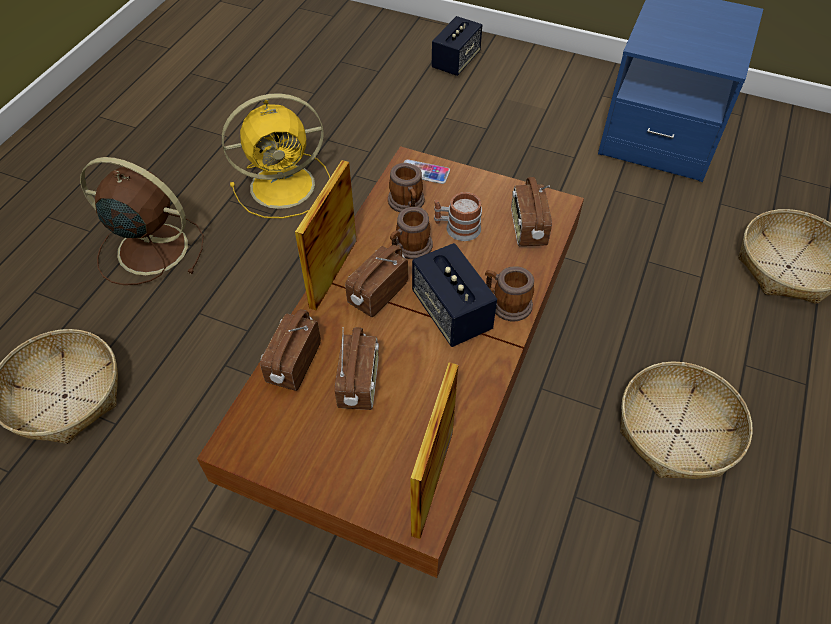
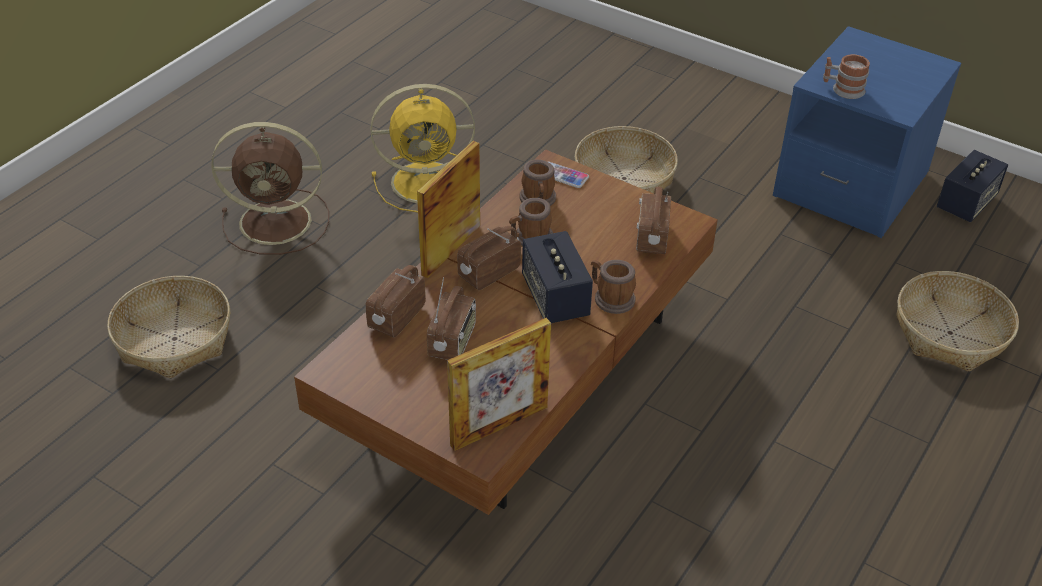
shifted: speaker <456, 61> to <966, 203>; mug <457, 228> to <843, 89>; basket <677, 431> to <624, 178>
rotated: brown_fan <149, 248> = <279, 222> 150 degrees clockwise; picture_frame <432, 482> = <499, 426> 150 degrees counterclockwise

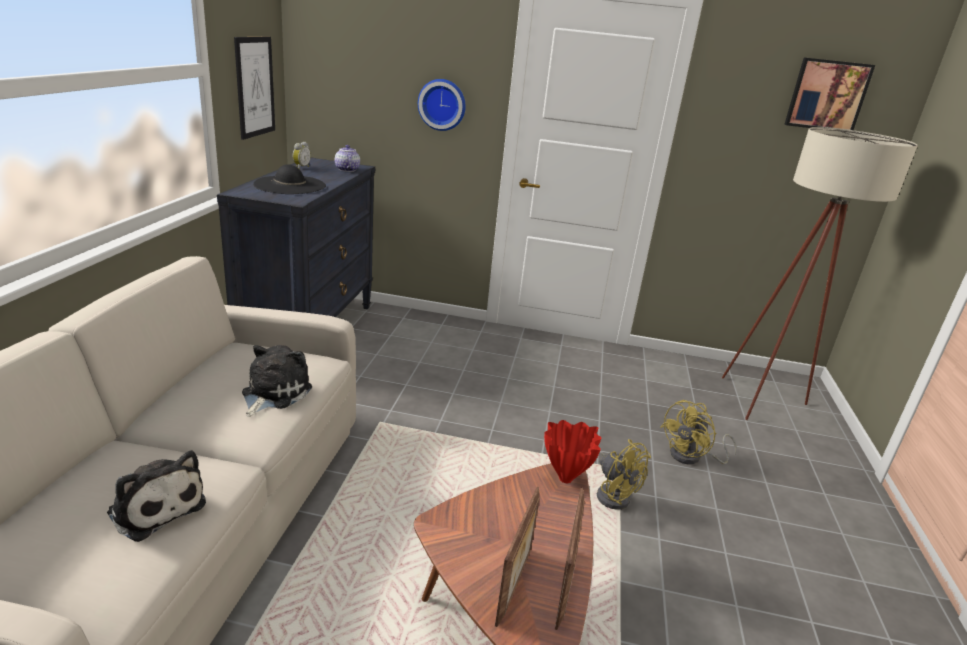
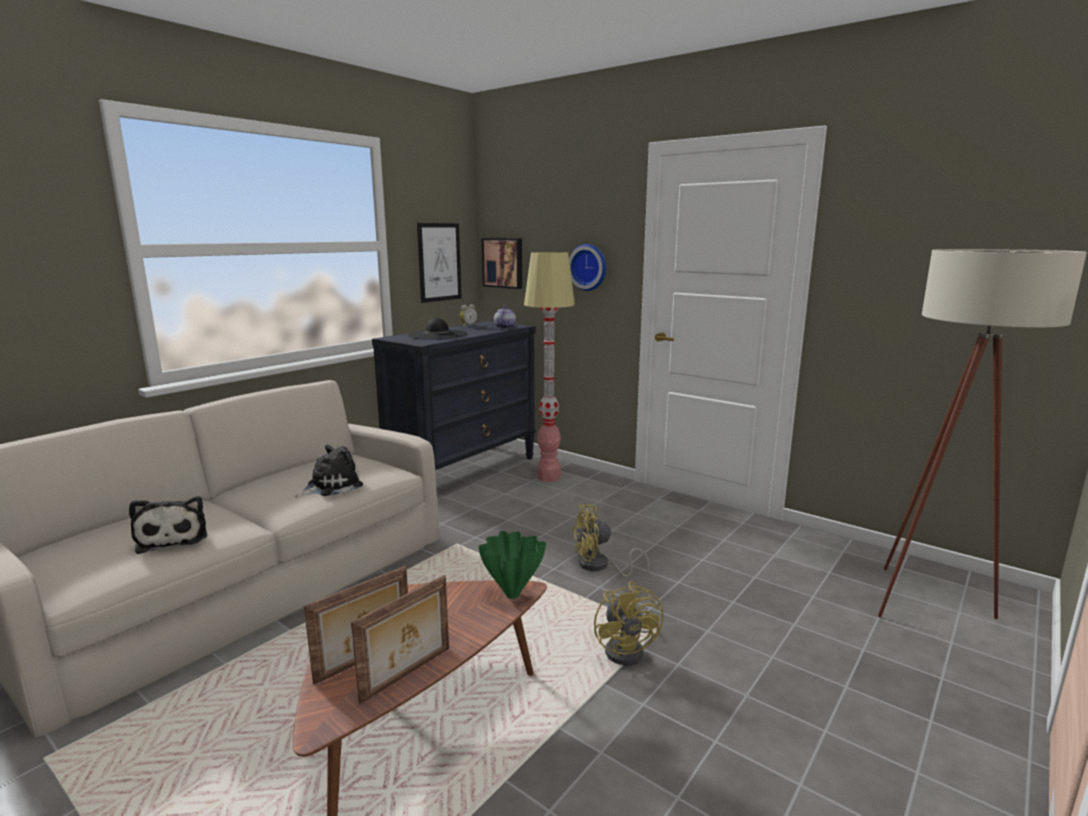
new: floor_lamp <548, 477>
shifted: yellow_fan <692, 457> to <599, 566>; picture <827, 95> to <503, 263>
repainted: red_vase <564, 479> to green_vase <511, 595>

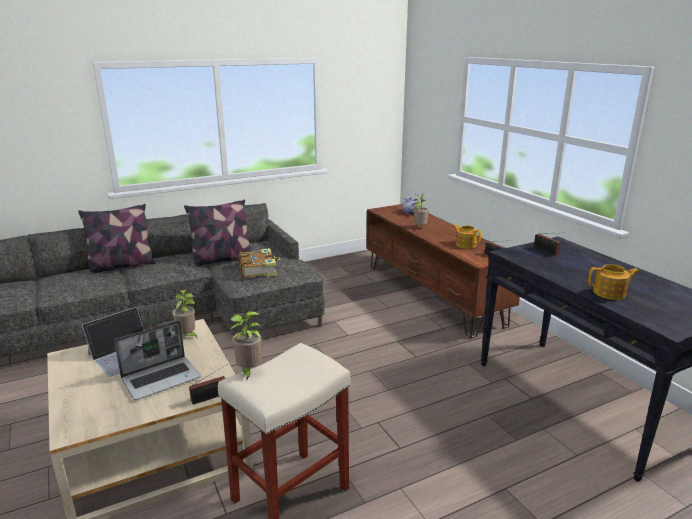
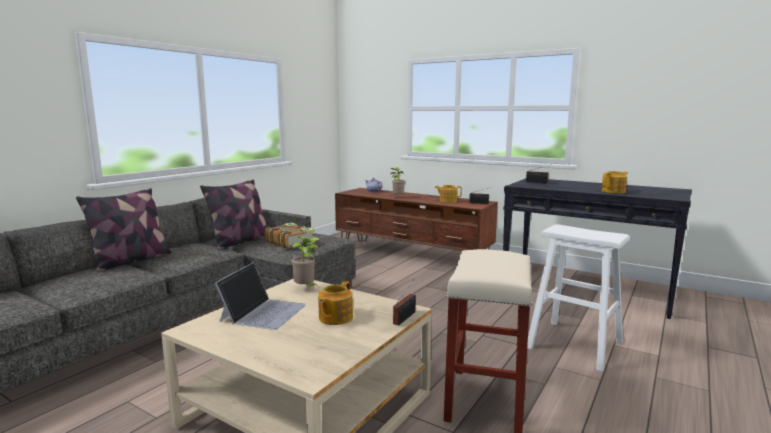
gone: potted_plant <248, 371>
new: white_stool <575, 344>
swapped: laptop <162, 378> to teapot <335, 318>

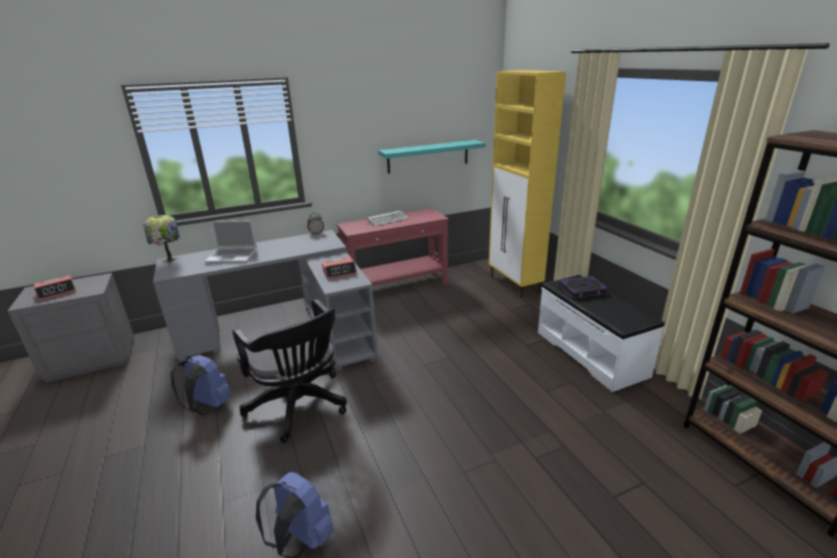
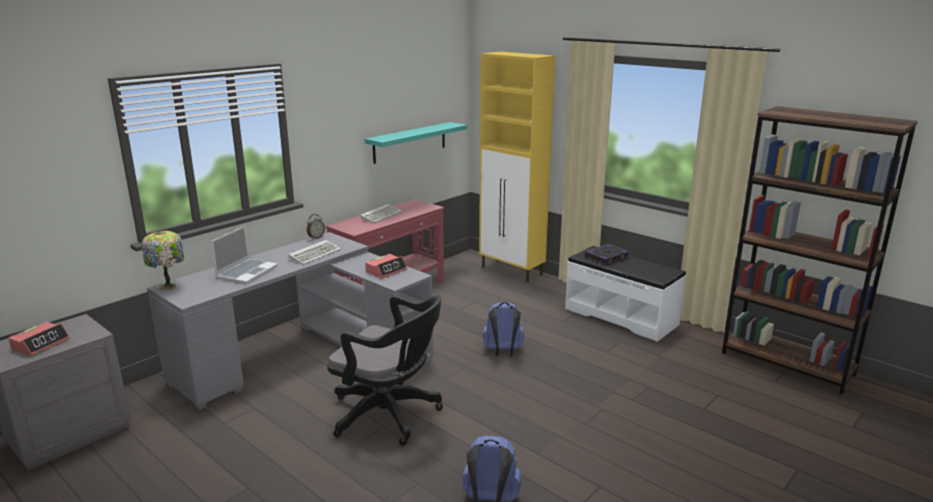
new: keyboard <315, 254>
shifted: blue_backpack <208, 406> to <503, 352>
rotated: laptop <233, 256> = <247, 272> 45 degrees counterclockwise

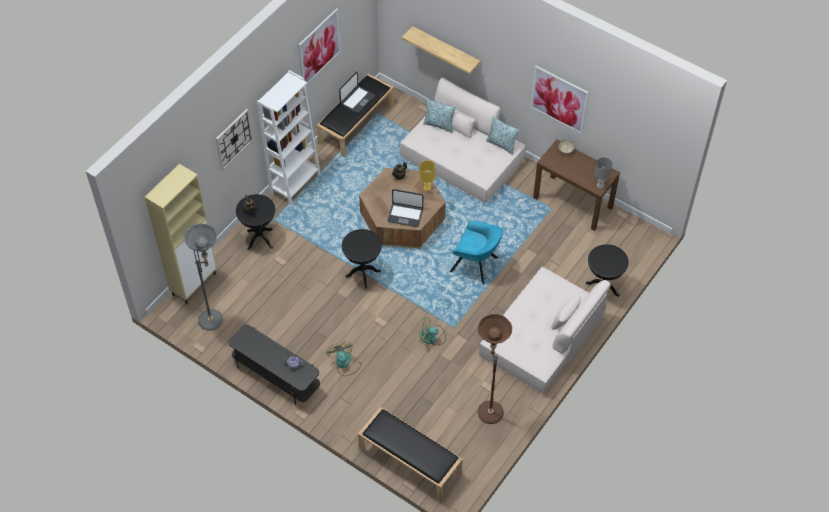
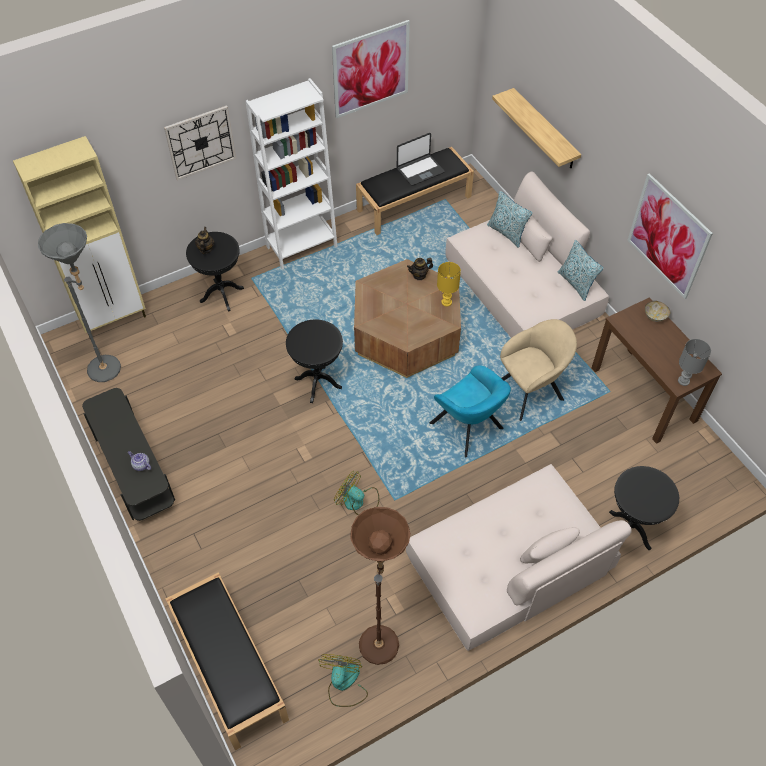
gone: laptop <405, 215>
new: beige_armchair <531, 390>
shifted: fan <344, 364> to <344, 684>

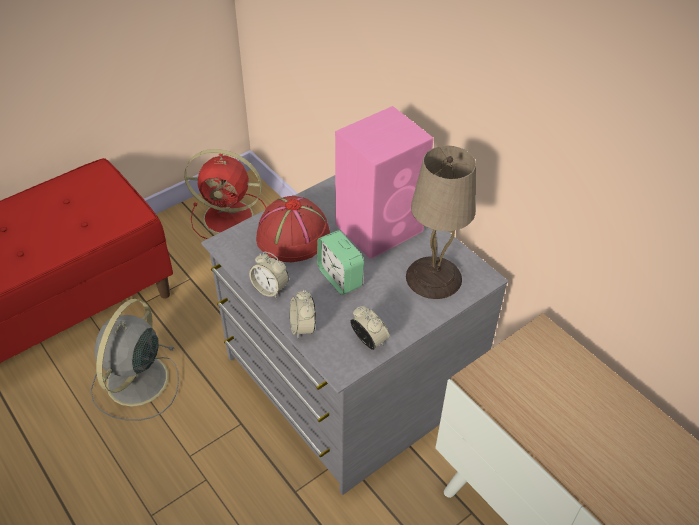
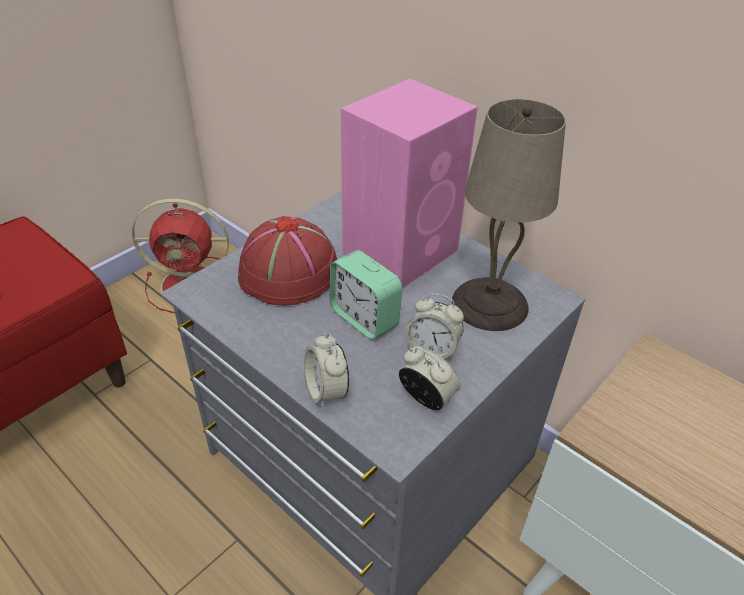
gone: grey_fan <136, 382>
shifted: alarm_clock <270, 288> to <432, 349>

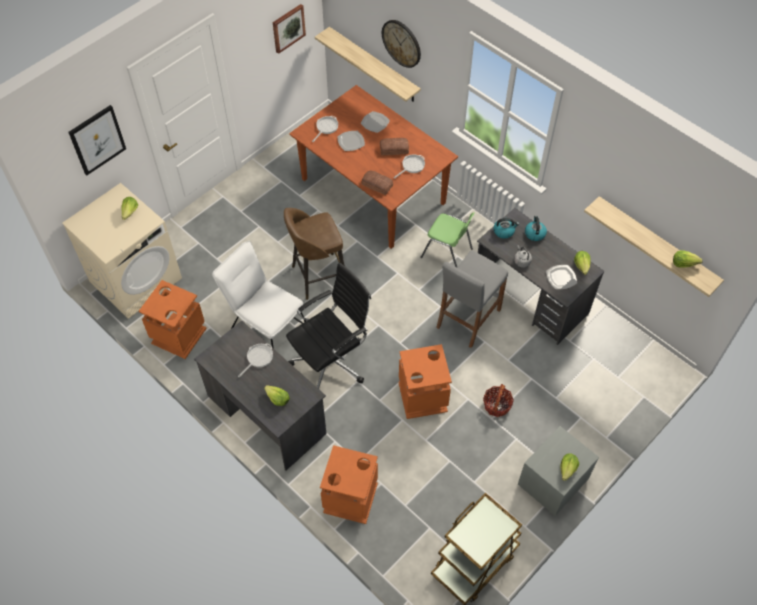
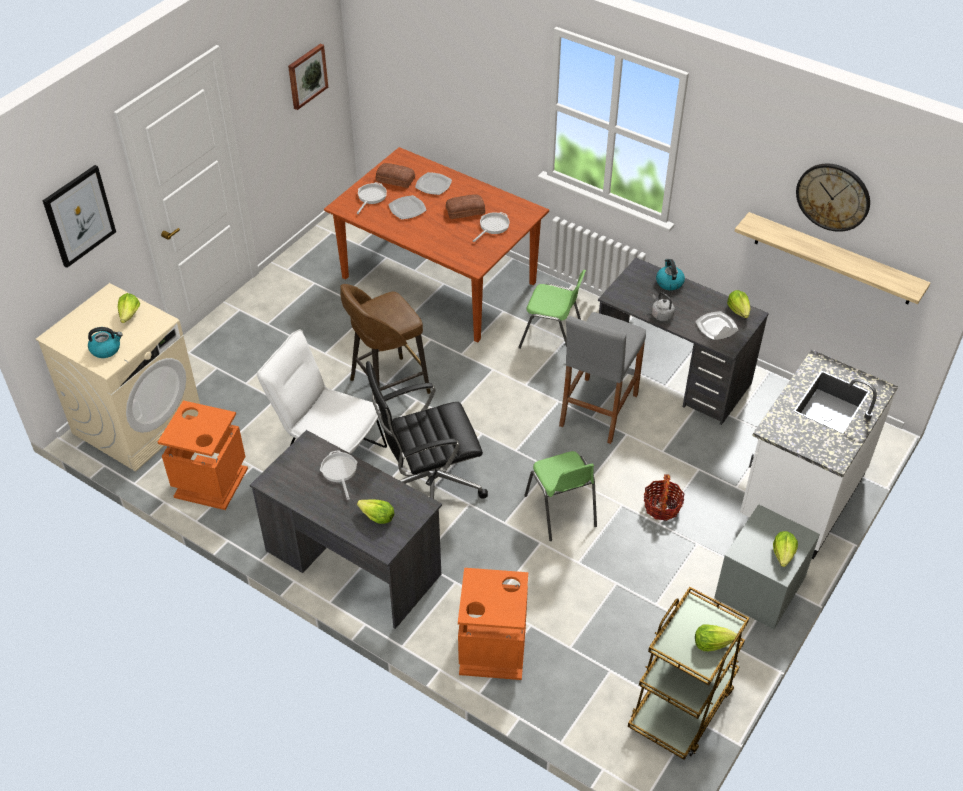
gone: shelf <374, 65>
new: white_counter <800, 496>
shifted: bread <377, 184> to <395, 179>; wall_clock <401, 43> to <833, 196>; kettle <504, 231> to <106, 349>; lettuce <684, 263> to <712, 643>
swapped: orange_trash_can <422, 397> to green_chair <561, 511>
rotated: frying_pan <258, 358> = <339, 471> 45 degrees counterclockwise; black_office_chair <331, 361> = <428, 485> 150 degrees counterclockwise

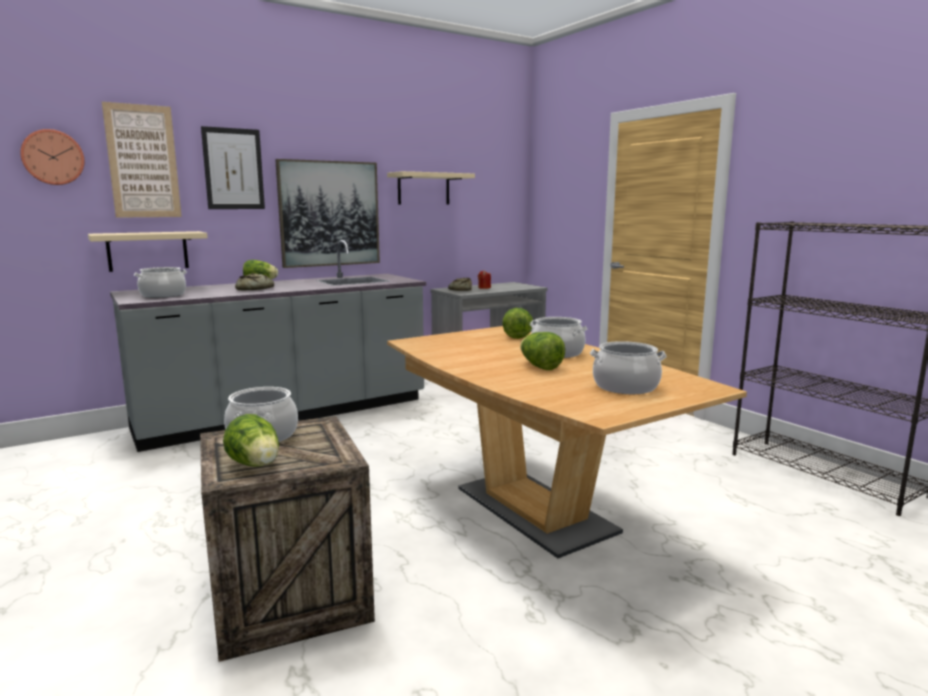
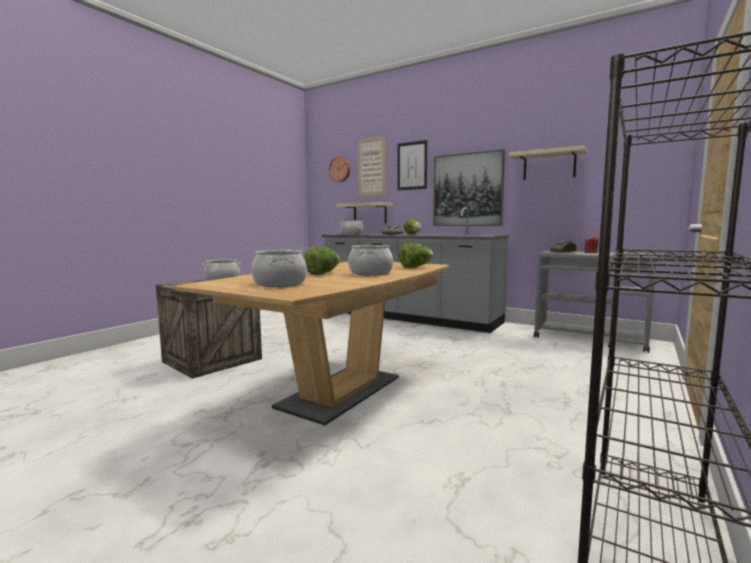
gone: lettuce <256, 465>

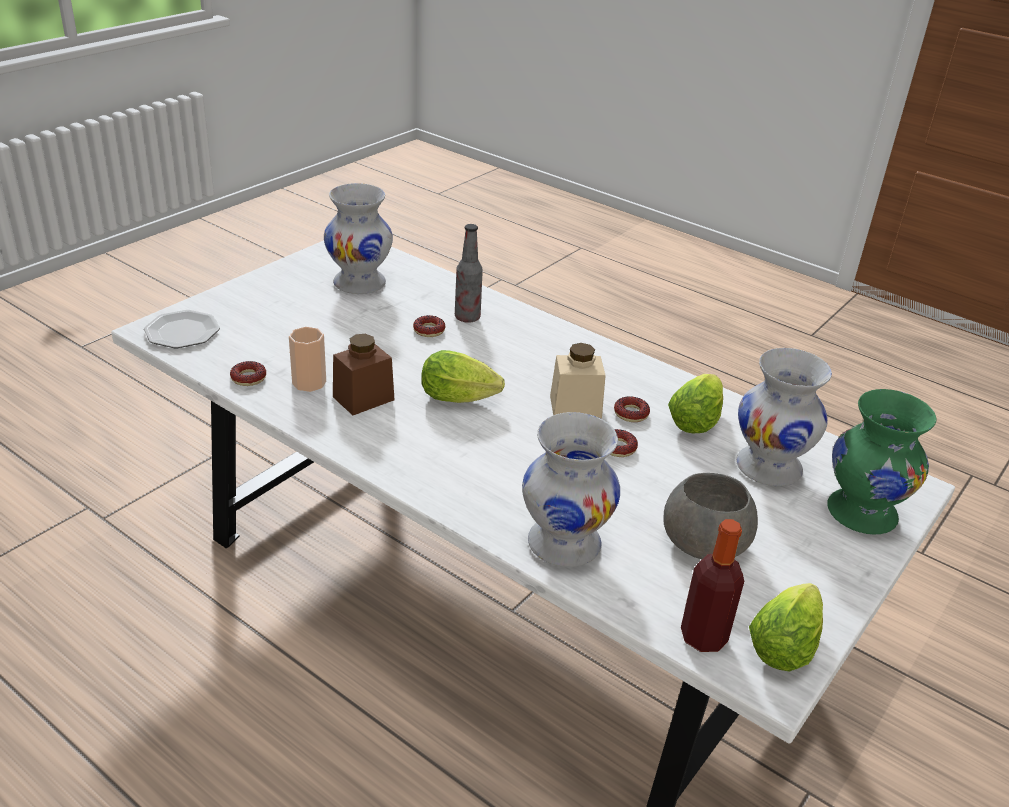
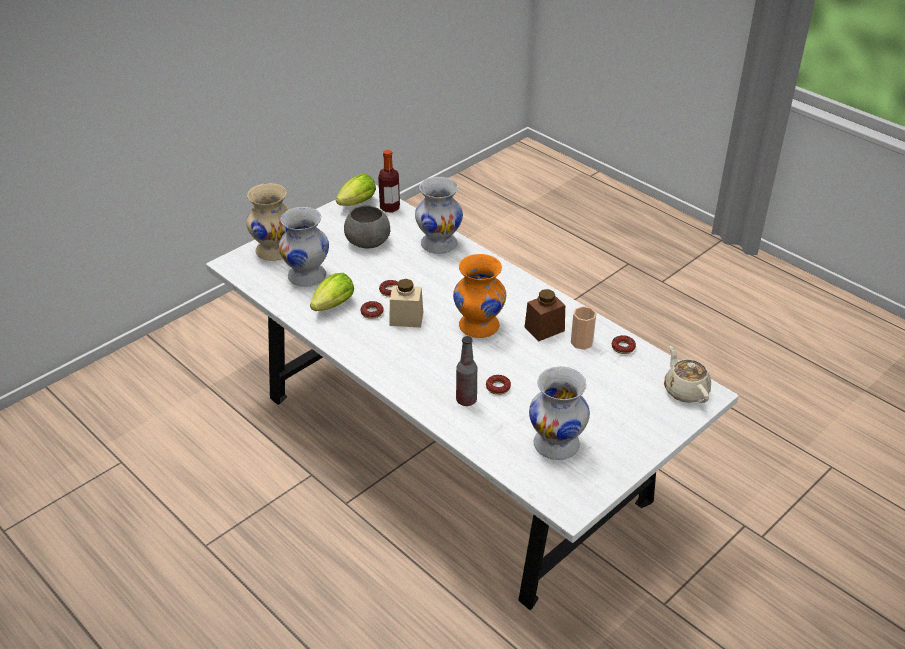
swapped: plate <182, 332> to beige_teapot <685, 390>; lettuce <462, 399> to orange_vase <479, 326>
repainted: green_vase <862, 514> to beige_vase <274, 250>

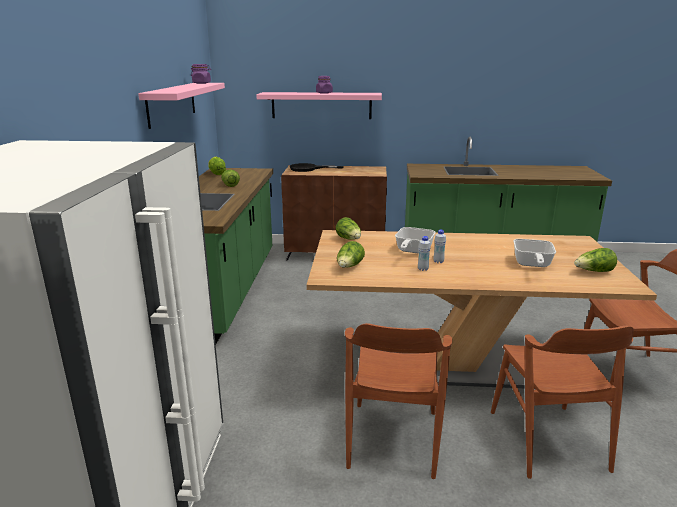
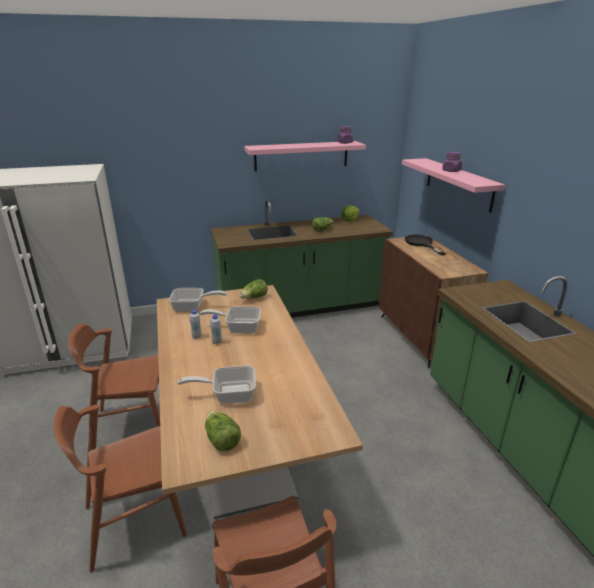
swapped: lettuce <349, 266> to frying_pan <192, 307>

